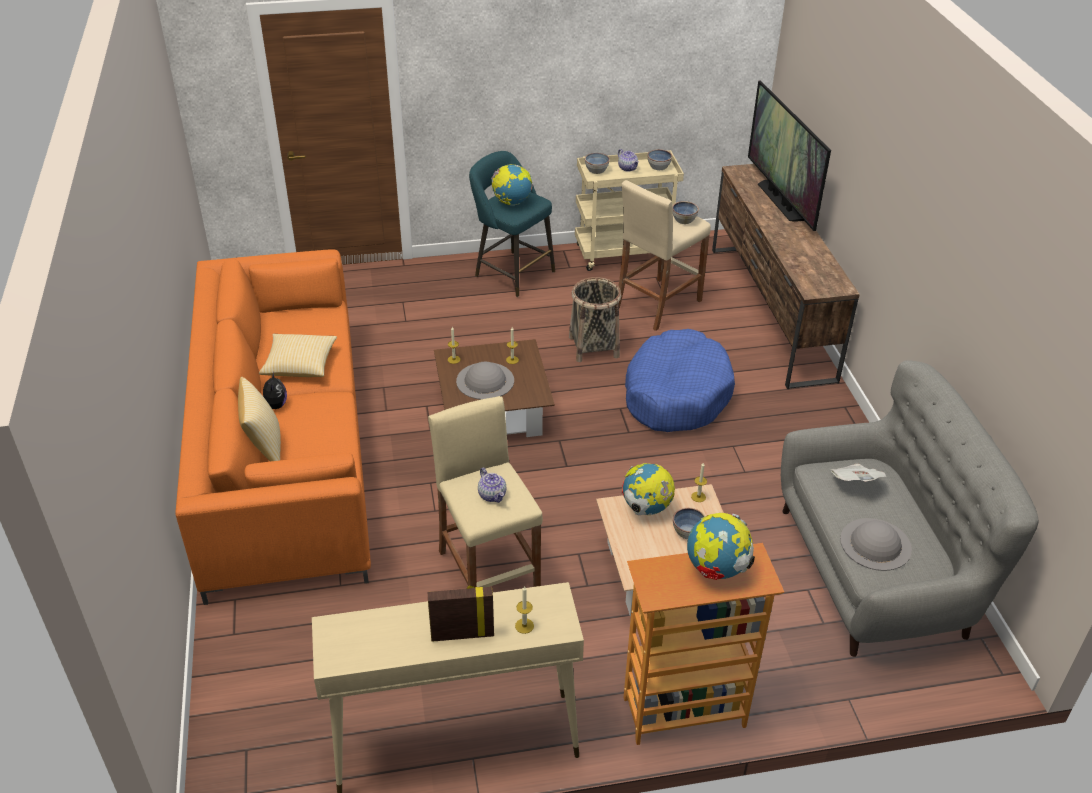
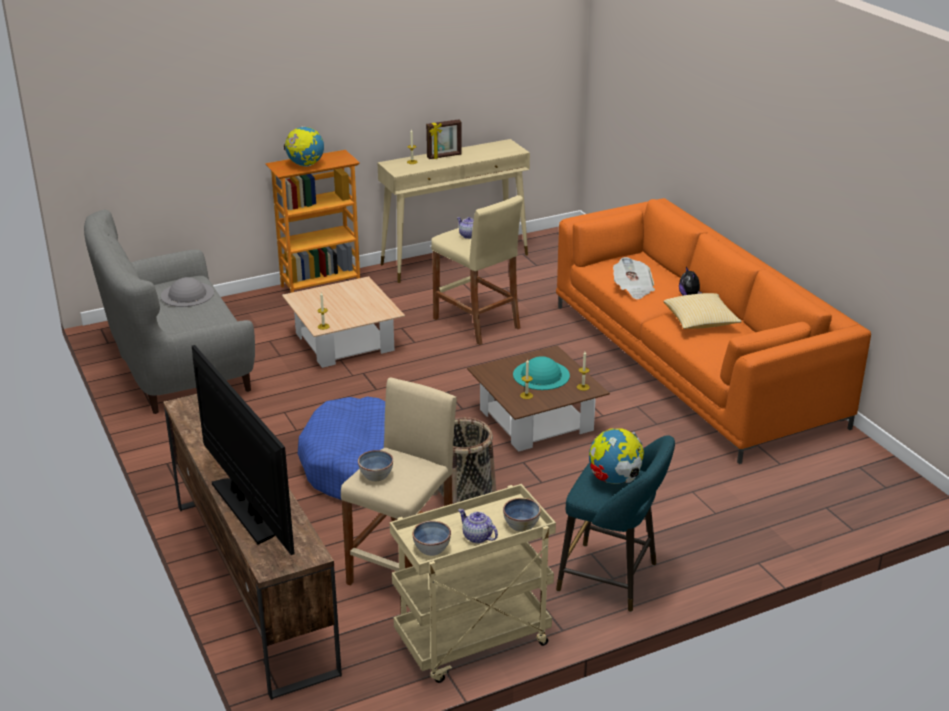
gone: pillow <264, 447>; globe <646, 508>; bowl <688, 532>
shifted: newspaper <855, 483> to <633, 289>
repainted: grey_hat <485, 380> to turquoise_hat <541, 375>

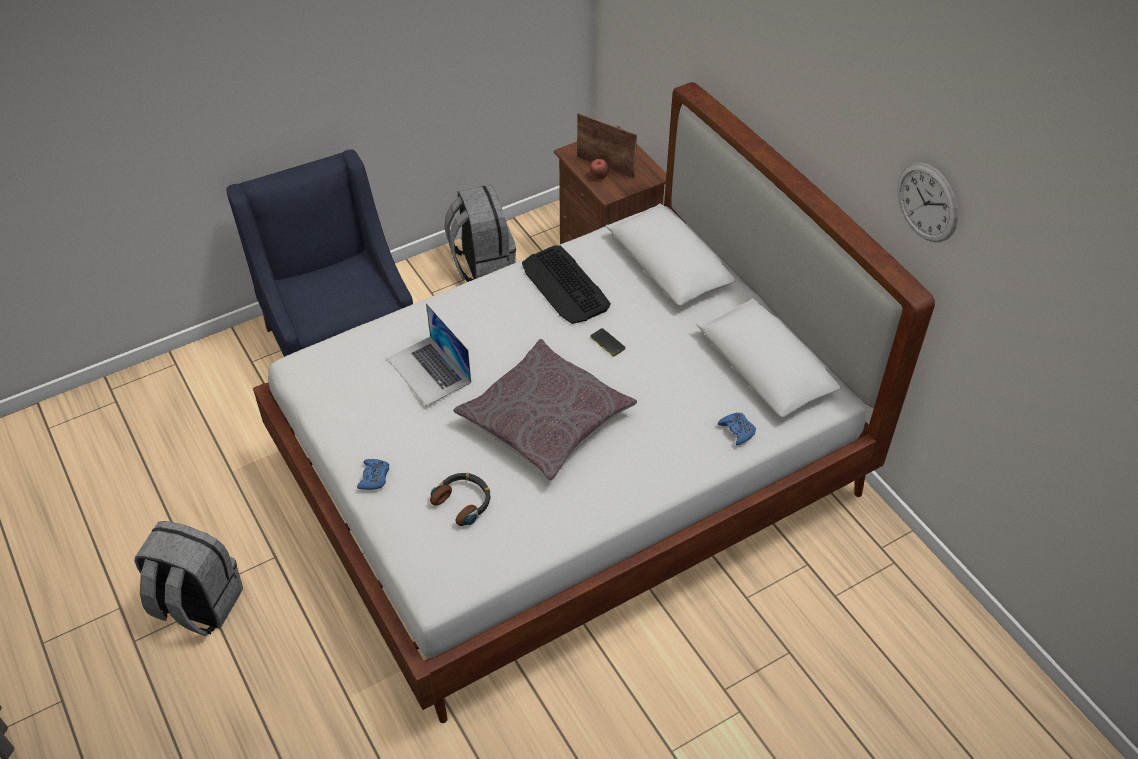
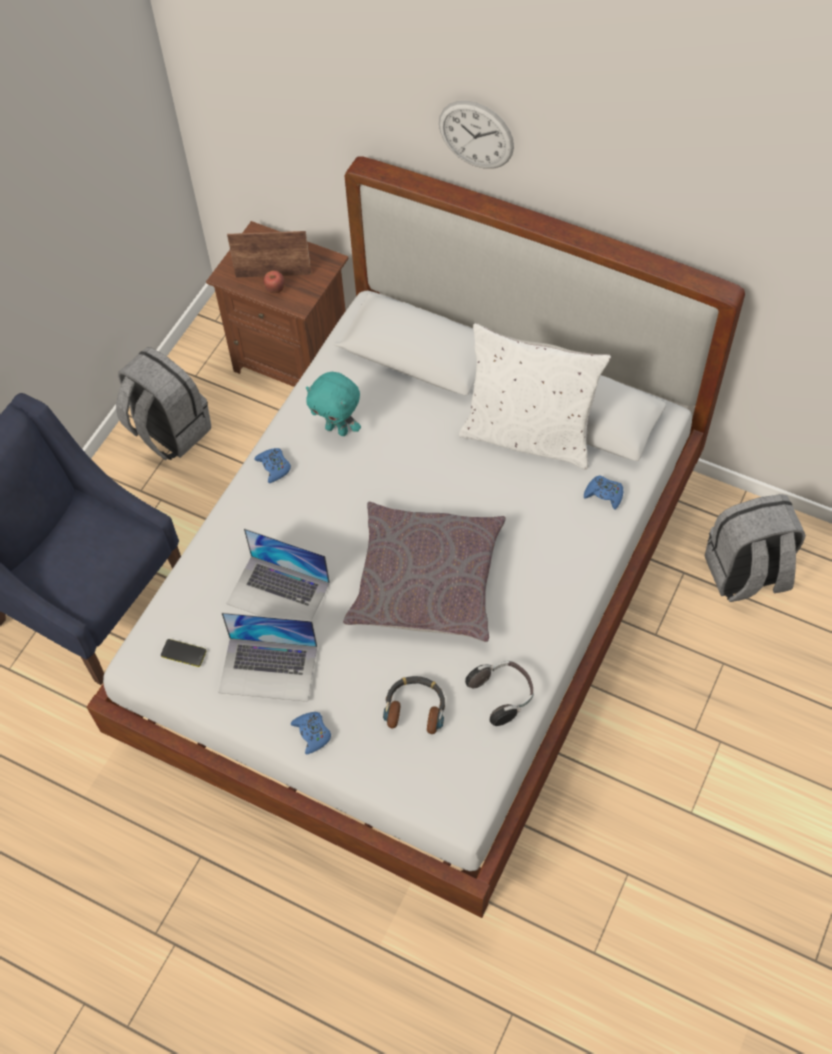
new: laptop <268, 669>; blue_game_controller <274, 467>; white_pillow <528, 435>; headphones <502, 695>
shifted: grey_backpack <197, 605> to <746, 574>; phone <607, 342> to <183, 653>; wall_clock <927, 202> to <476, 135>
swapped: keyboard <565, 285> to turquoise_plush_toy <337, 429>

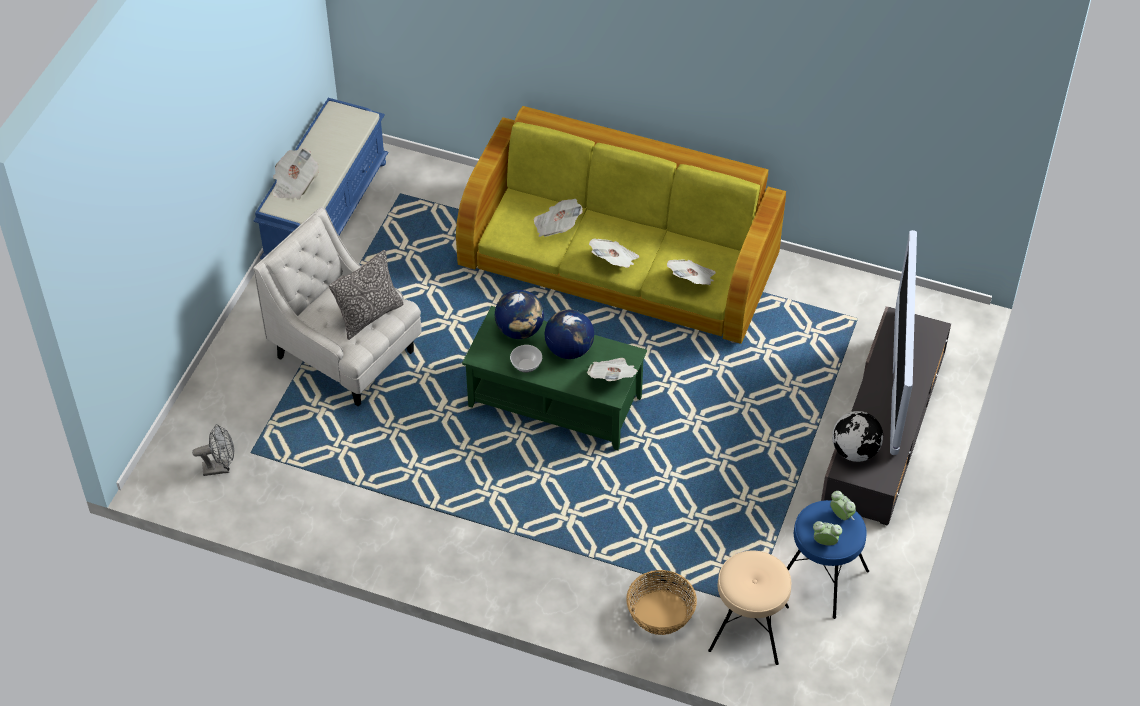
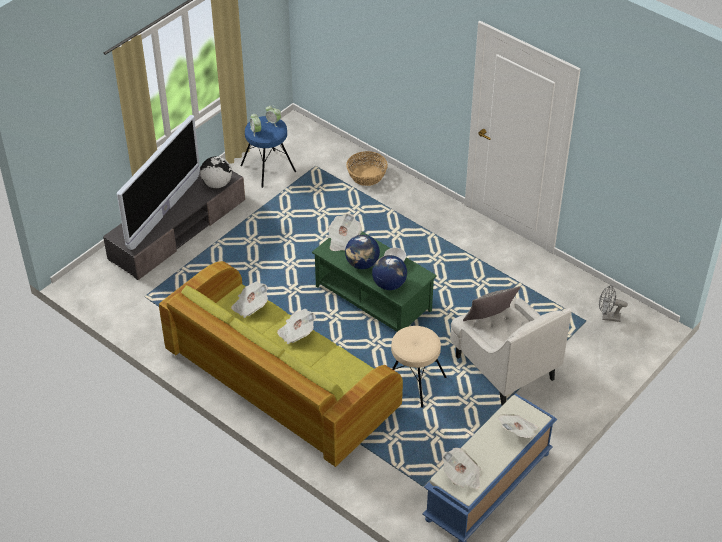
shifted: newspaper <557, 226> to <462, 476>; beige_stool <749, 628> to <414, 382>

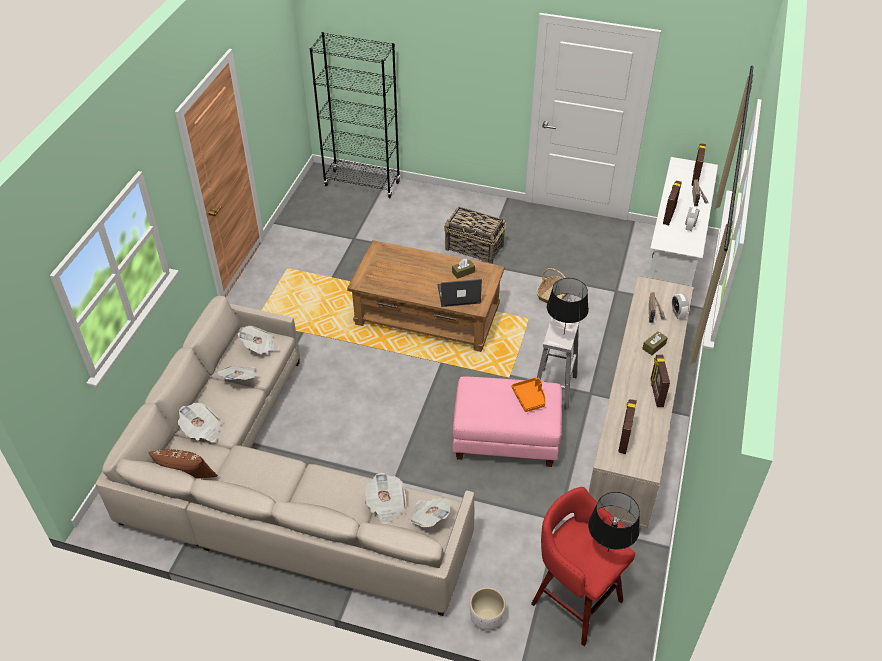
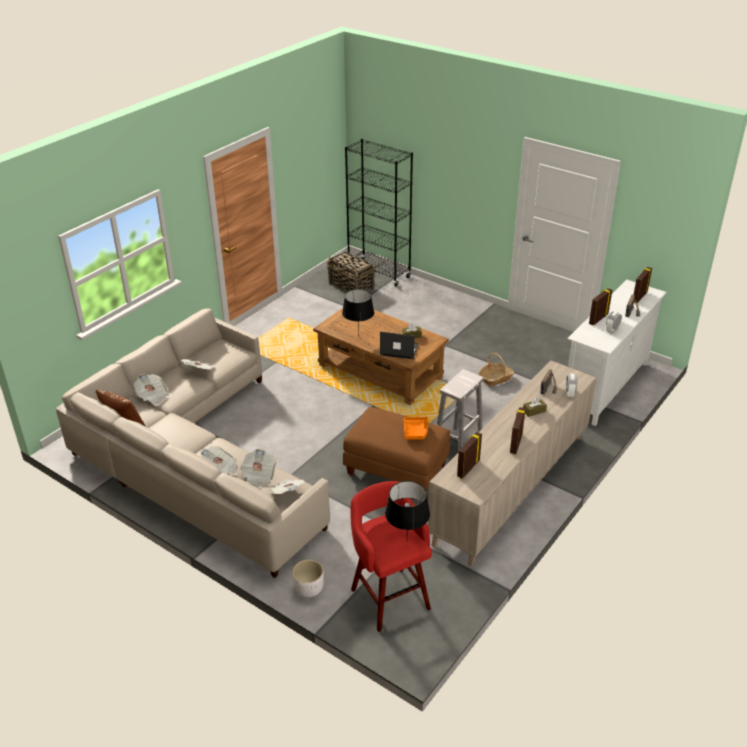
shifted: newspaper <260, 347> to <221, 469>; basket <474, 248> to <351, 286>; black_table_lamp <563, 334> to <358, 337>
repainted: pink_ottoman <506, 437> to brown_ottoman <397, 469>

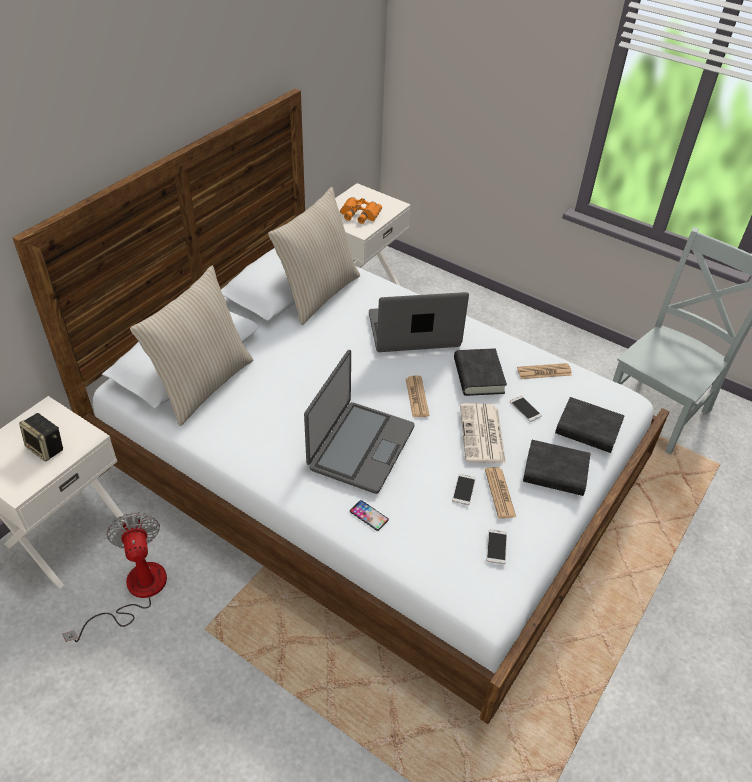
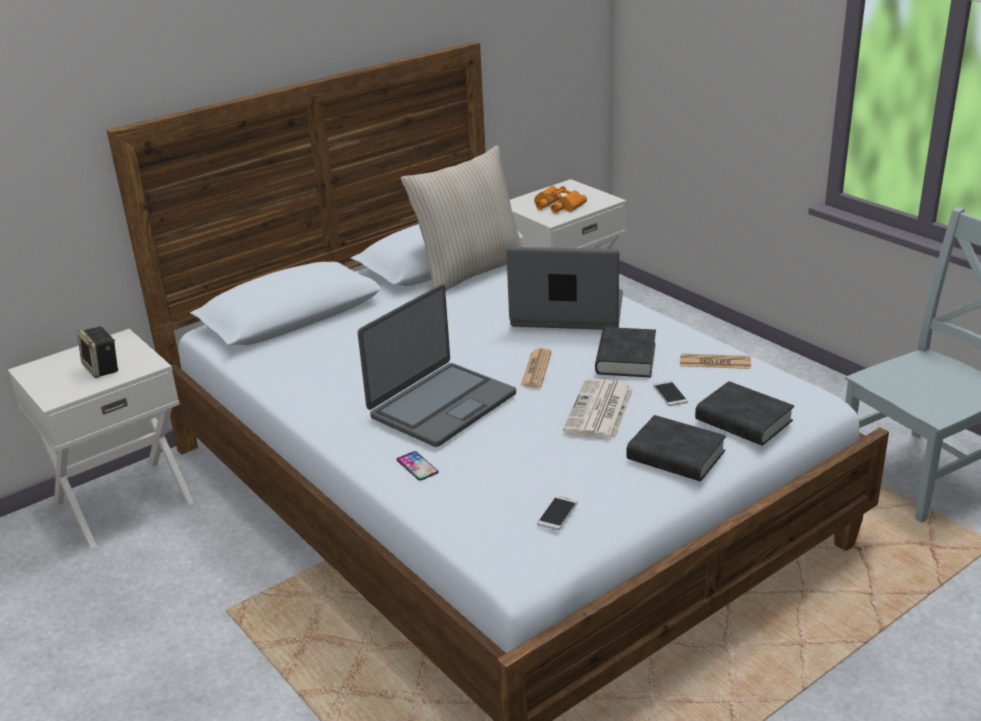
gone: fan <135, 592>; beige_pillow <203, 384>; phone <463, 489>; newspaper <500, 493>

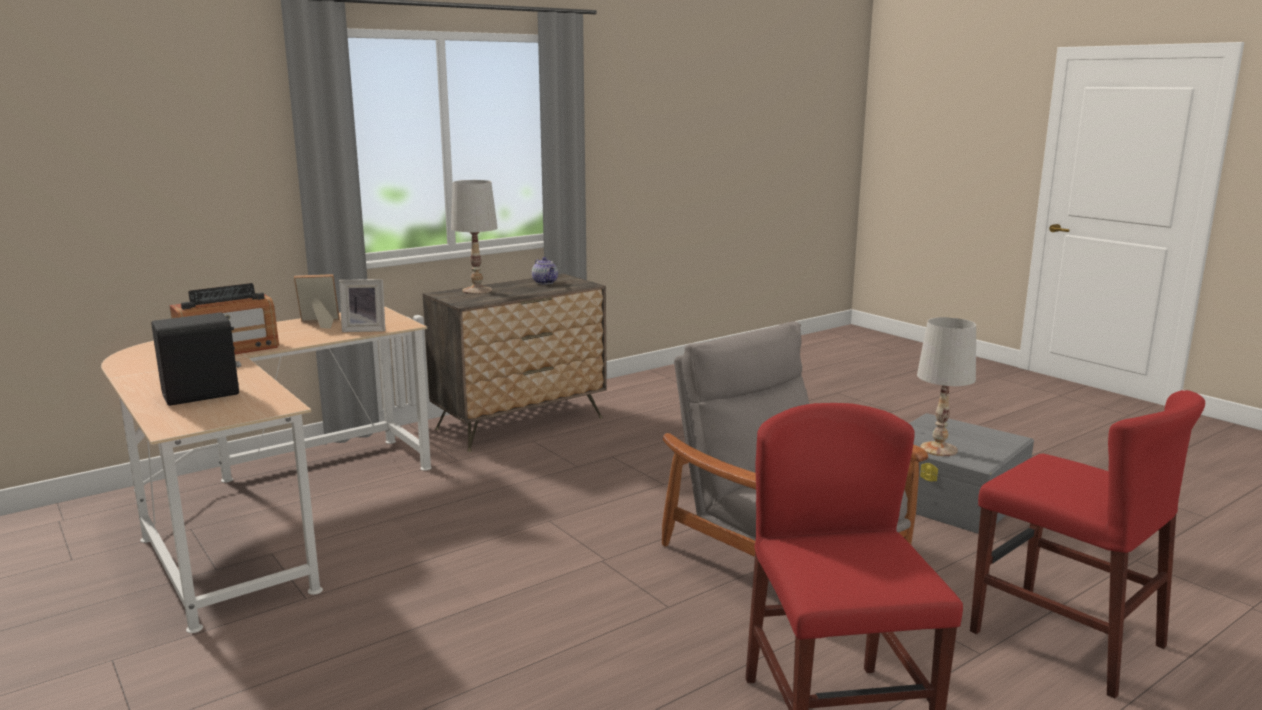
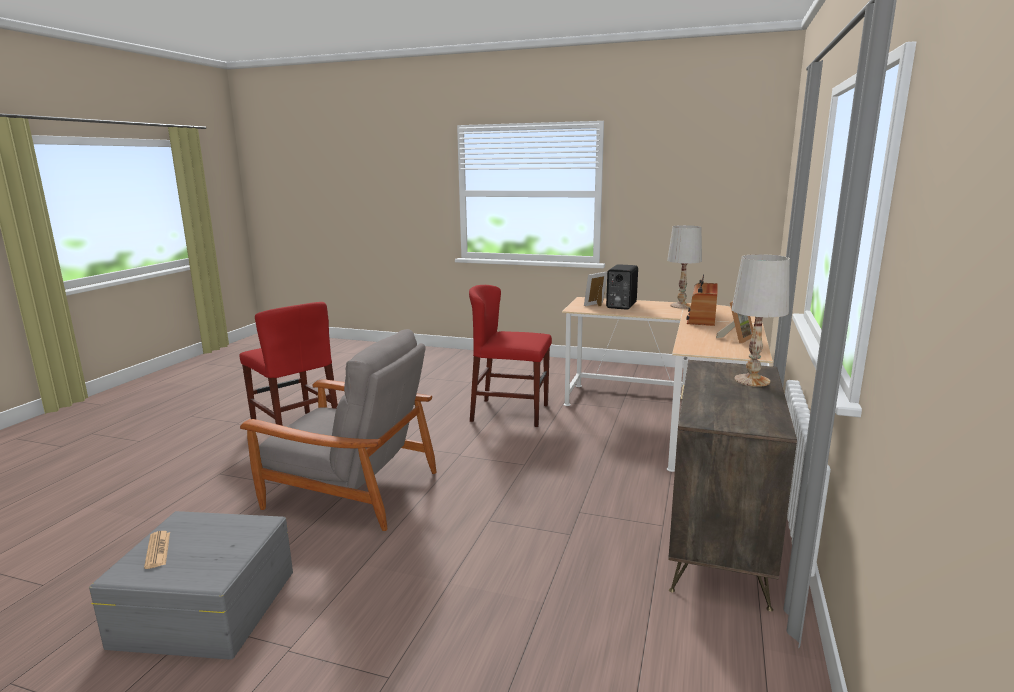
gone: teapot <545, 282>
new: newspaper <158, 550>
shifted: picture_frame <365, 329> to <597, 305>; white_table_lamp <939, 449> to <680, 306>; red_chair <1065, 638> to <510, 413>

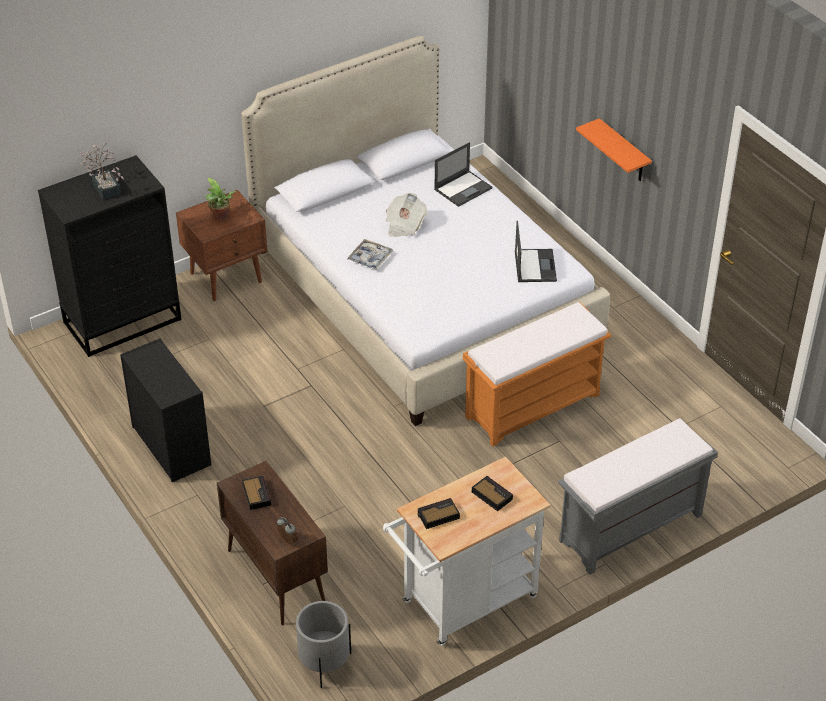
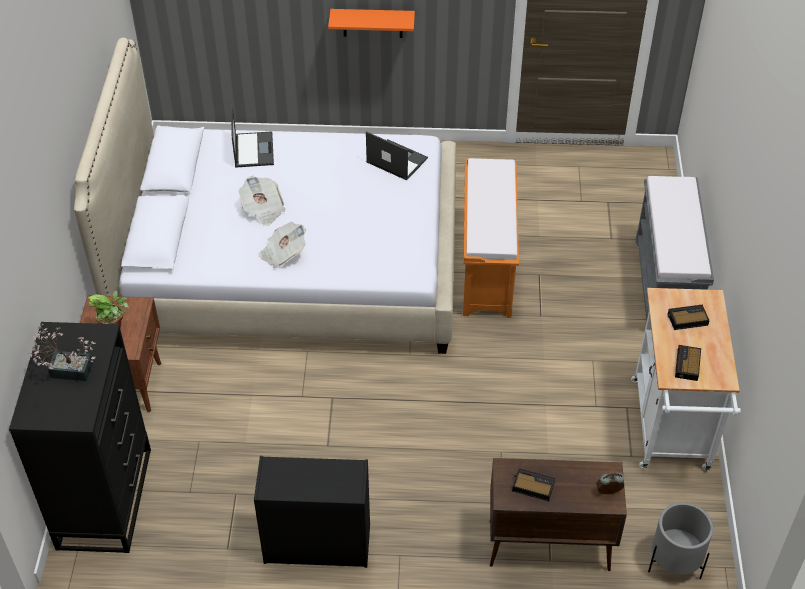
swapped: tray <370, 258> to newspaper <283, 253>

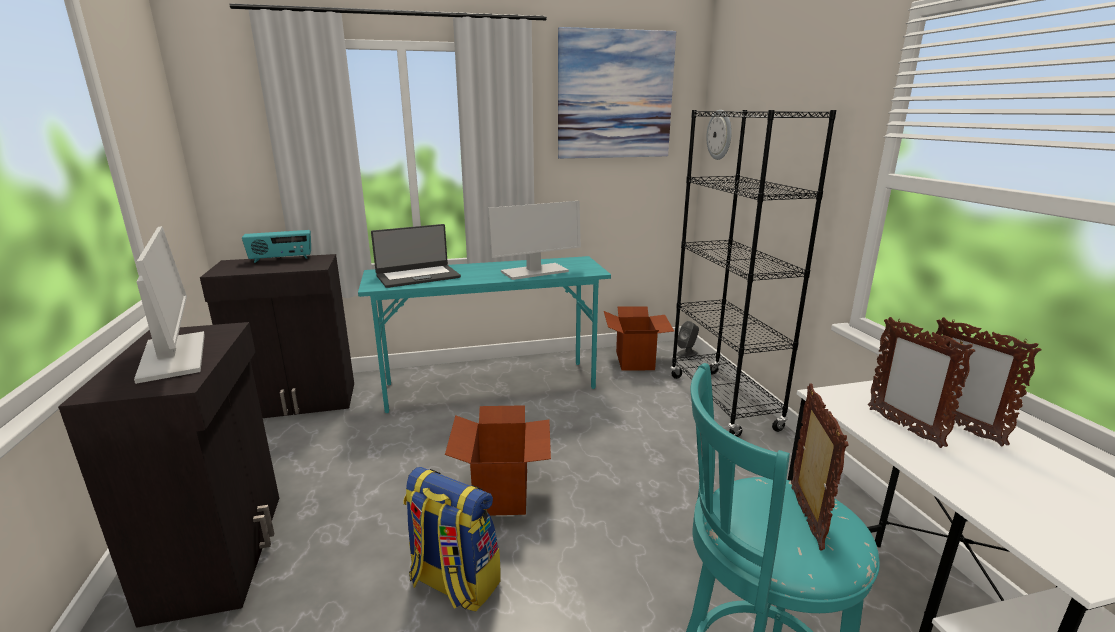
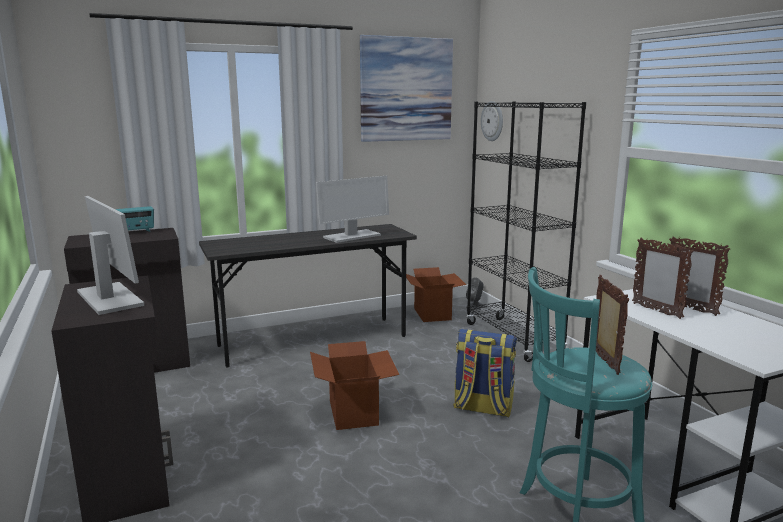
gone: laptop <418, 276>
shifted: backpack <453, 583> to <482, 408>
repainted: turquoise_desk <491, 385> to grey_desk <313, 340>

